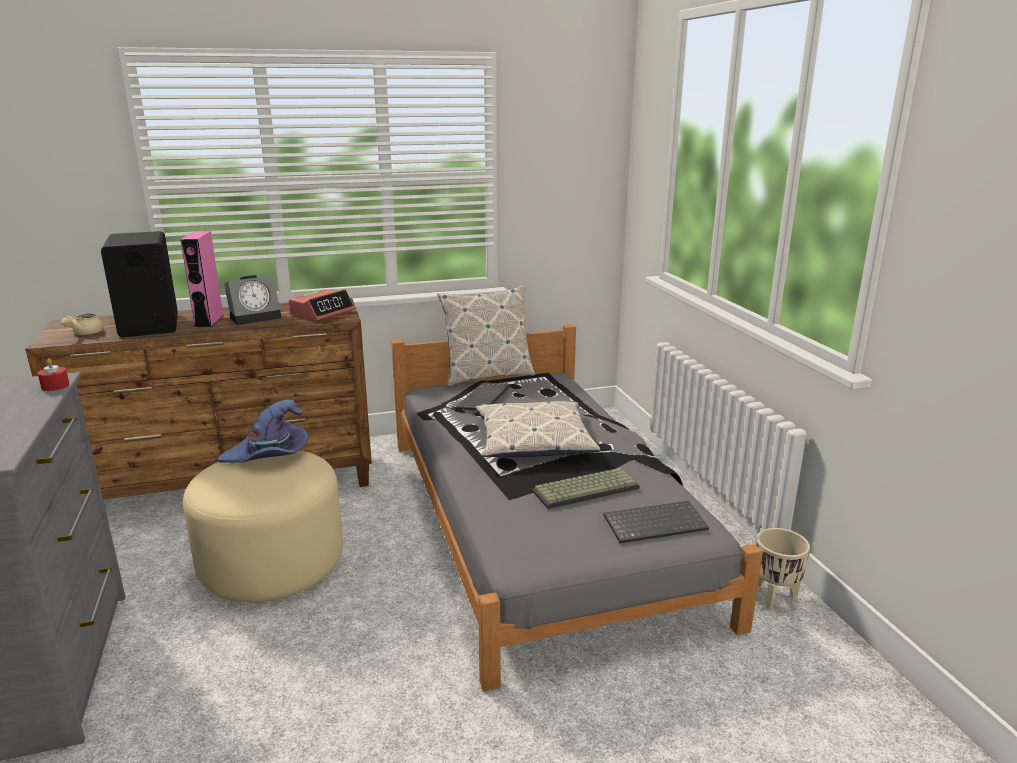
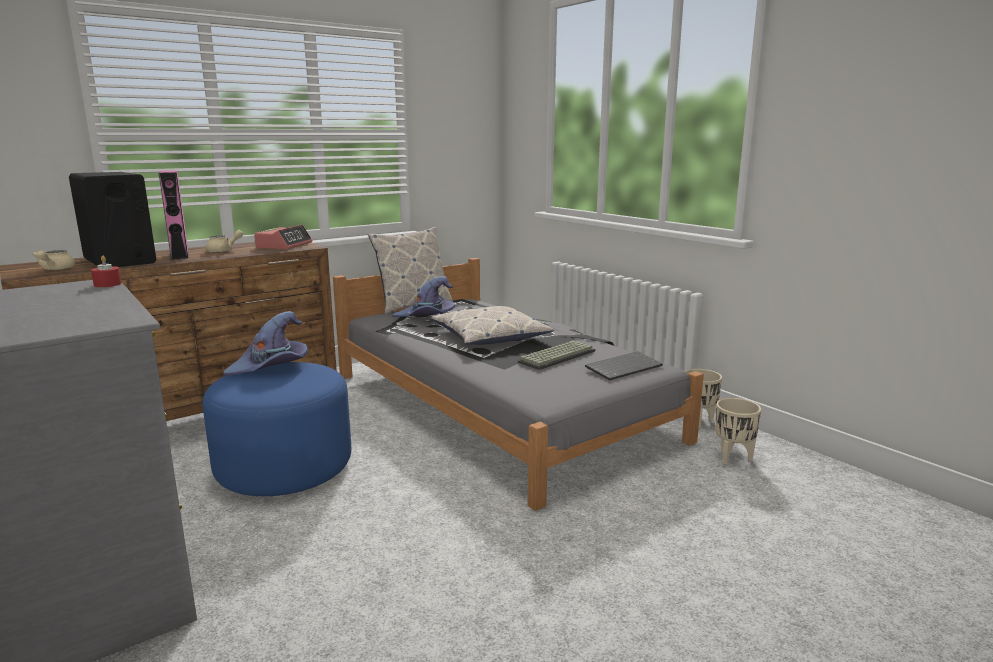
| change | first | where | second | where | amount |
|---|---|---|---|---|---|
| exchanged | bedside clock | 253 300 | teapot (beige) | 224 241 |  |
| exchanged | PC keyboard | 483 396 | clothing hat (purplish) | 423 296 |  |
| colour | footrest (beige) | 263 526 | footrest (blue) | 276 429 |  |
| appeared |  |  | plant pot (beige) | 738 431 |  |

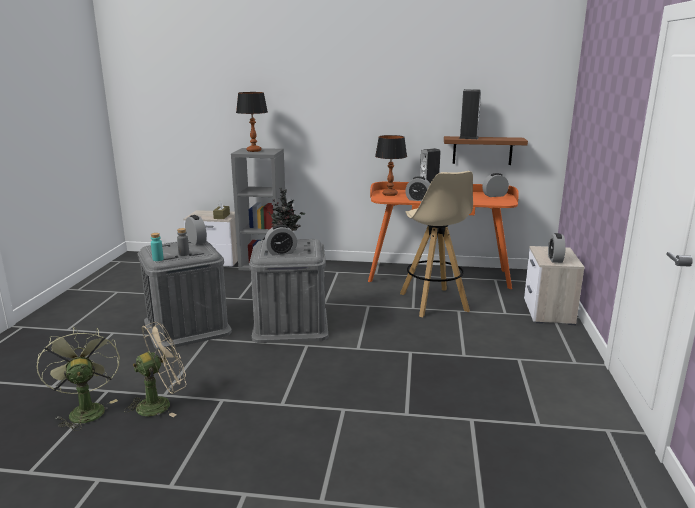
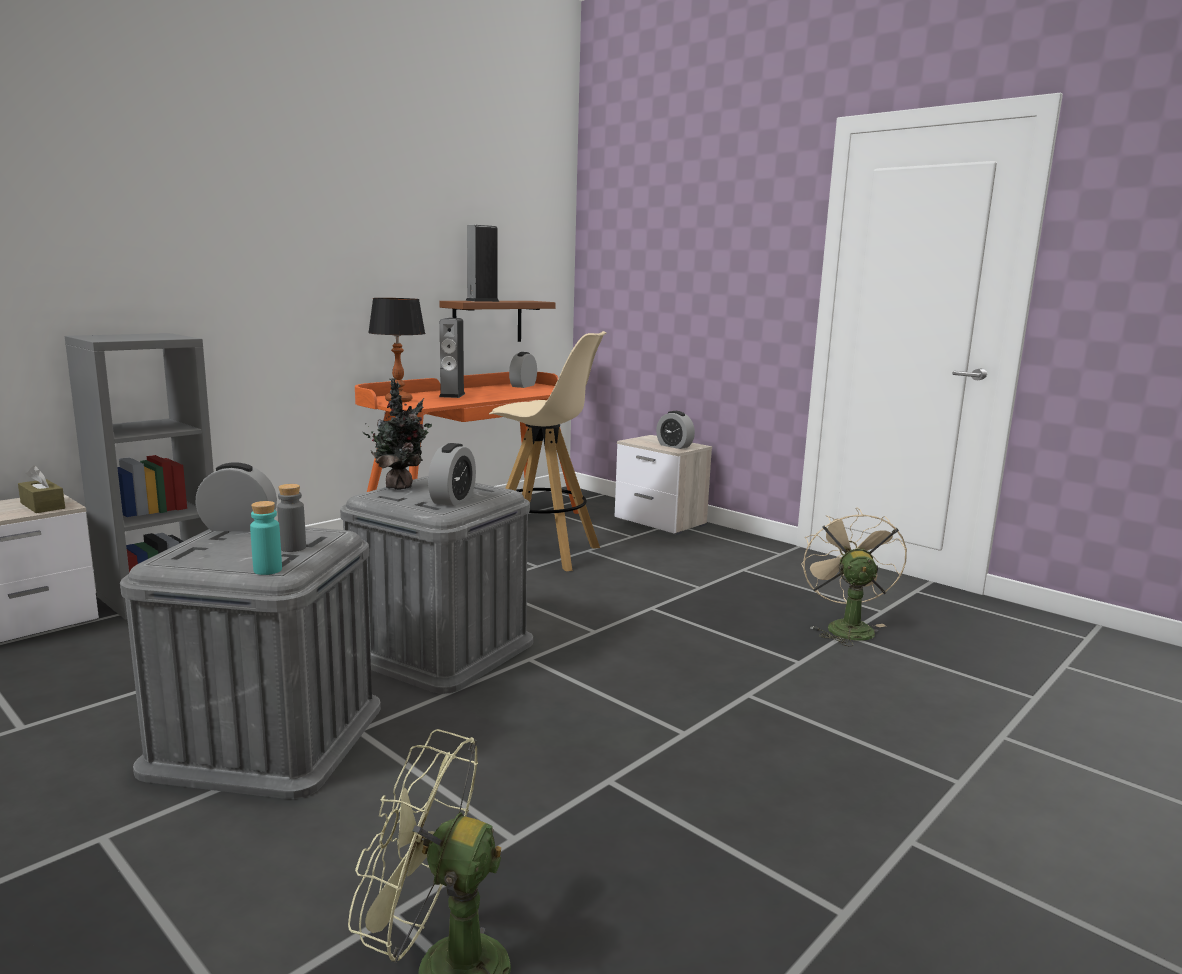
| change | first | where | second | where | amount |
|---|---|---|---|---|---|
| missing | table lamp | 252 122 |  |  |  |
| missing | bedside clock | 417 188 |  |  |  |
| relocated | fan (beige) | 155 369 |  | 854 577 |  |

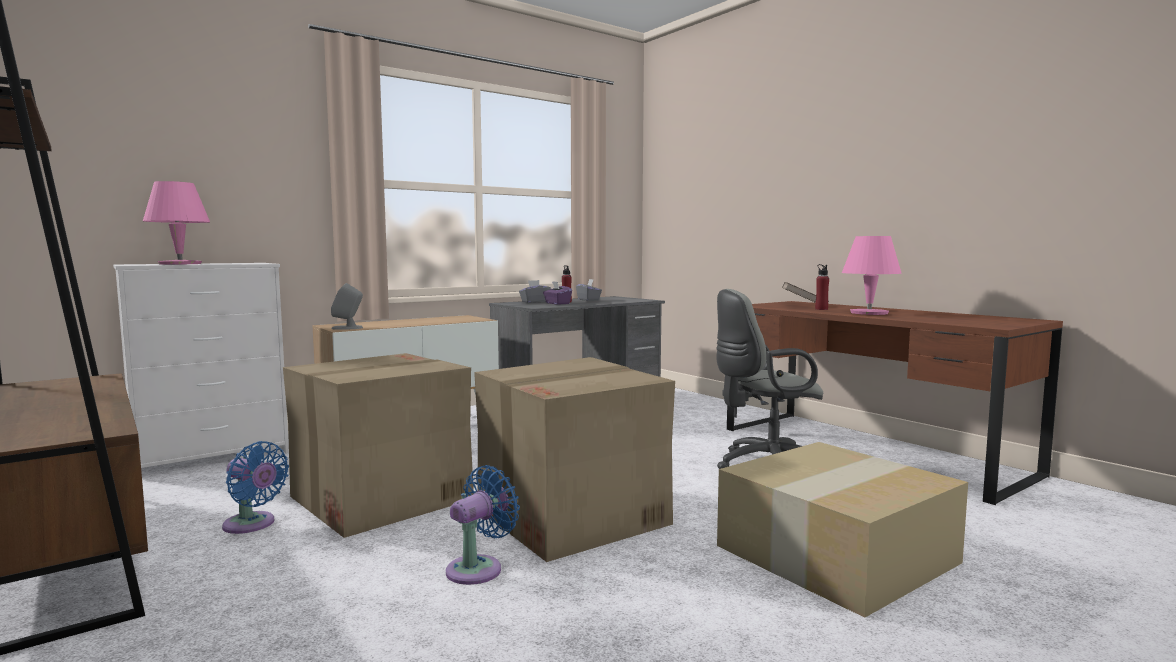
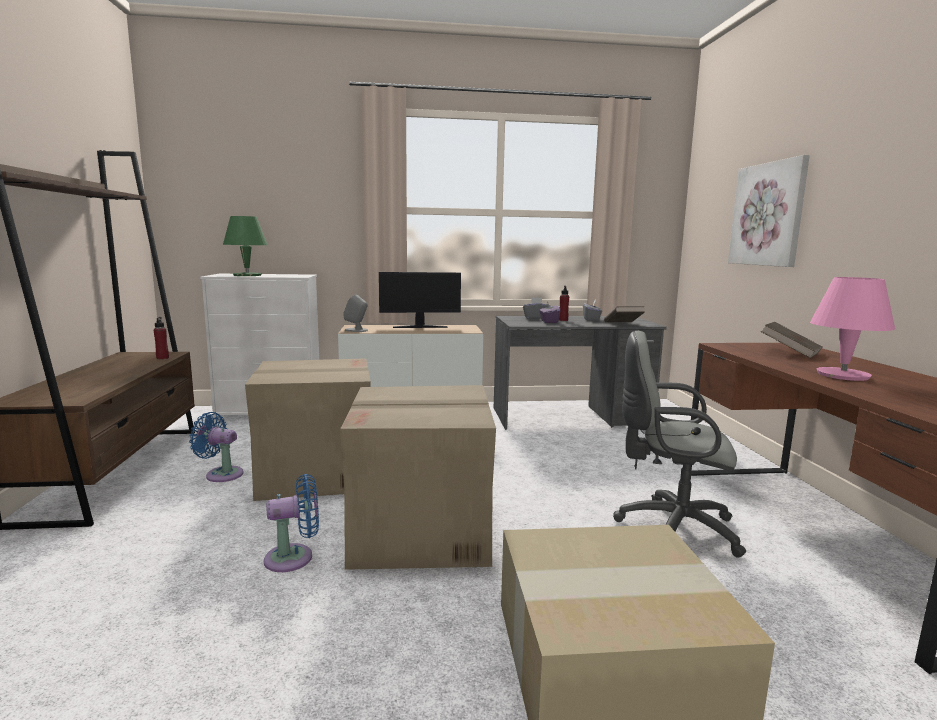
| change | first | where | second | where | amount |
|---|---|---|---|---|---|
| colour | table lamp (pinkish) | 176 223 | table lamp (green-coloured) | 245 246 |  |
| relocated | beverage bottle (red) | 822 287 |  | 161 338 |  |
| spun | fan (blue) | 255 487 |  | 216 447 | 135 degrees clockwise |
| appeared |  |  | wall art | 769 211 |  |
| appeared |  |  | computer display | 420 300 |  |
| appeared |  |  | book (brown) | 624 314 |  |

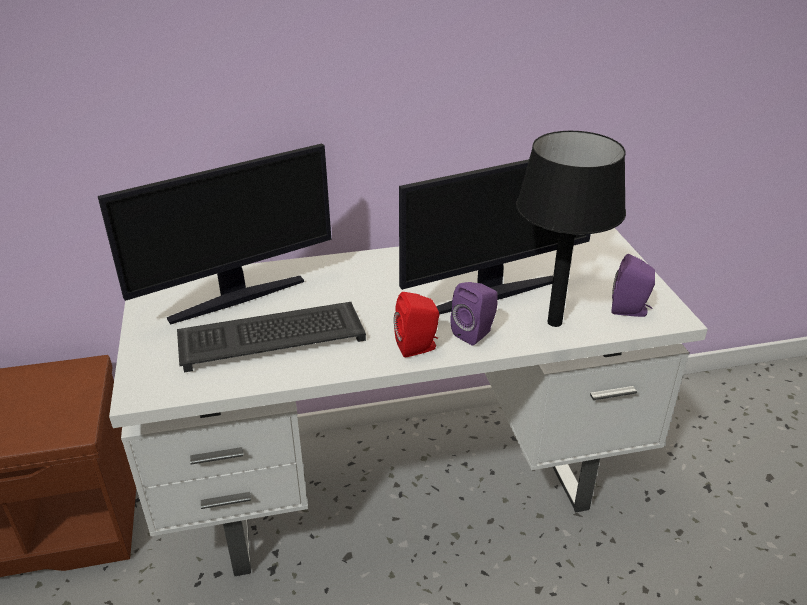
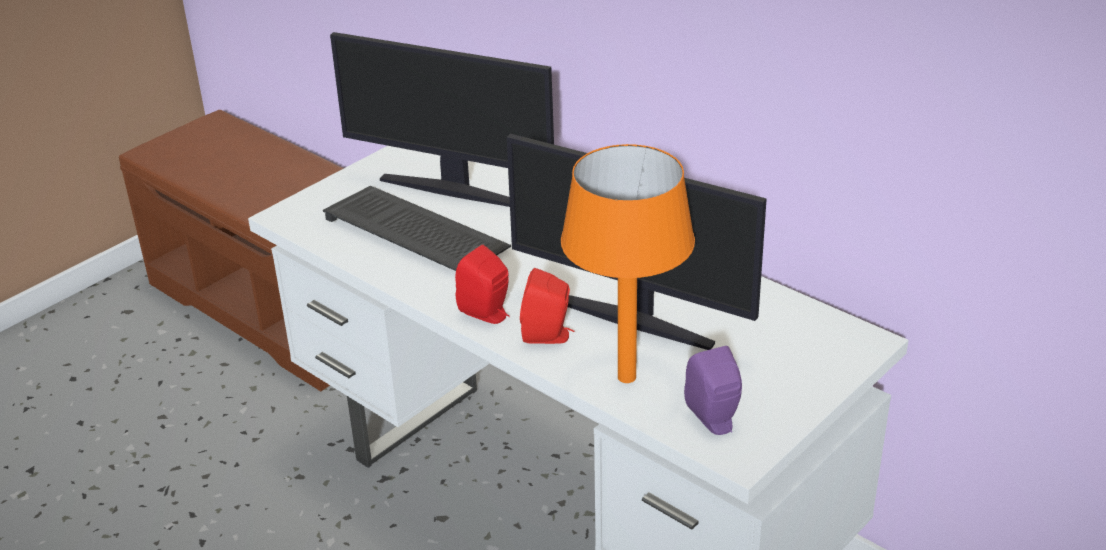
| change | first | where | second | where | amount |
|---|---|---|---|---|---|
| colour | table lamp (black-coloured) | 571 229 | table lamp (orange-coloured) | 628 263 |  |
| colour | speaker (purplish) | 474 314 | speaker (red) | 547 306 |  |

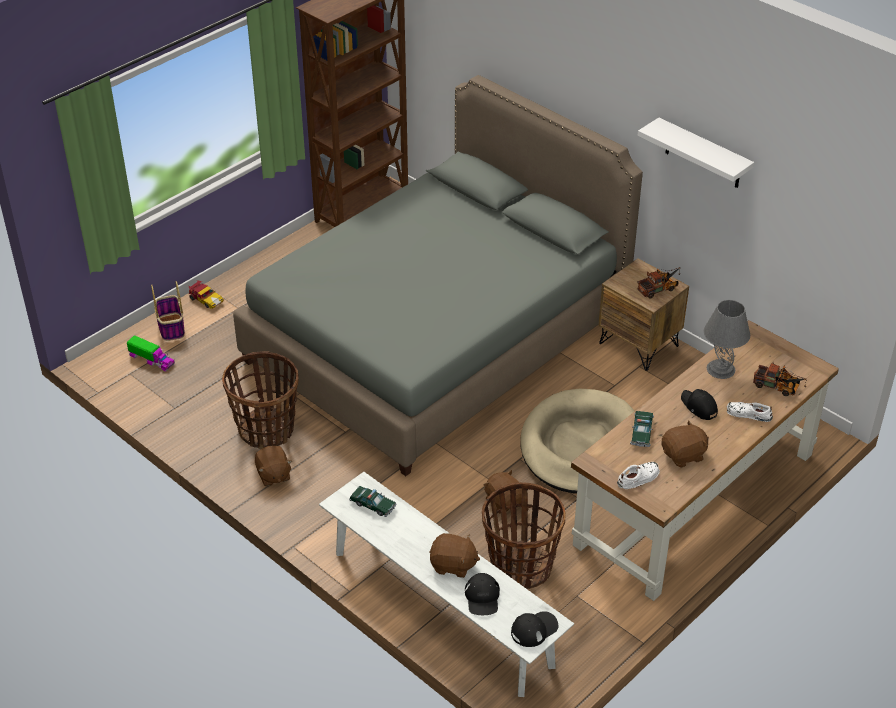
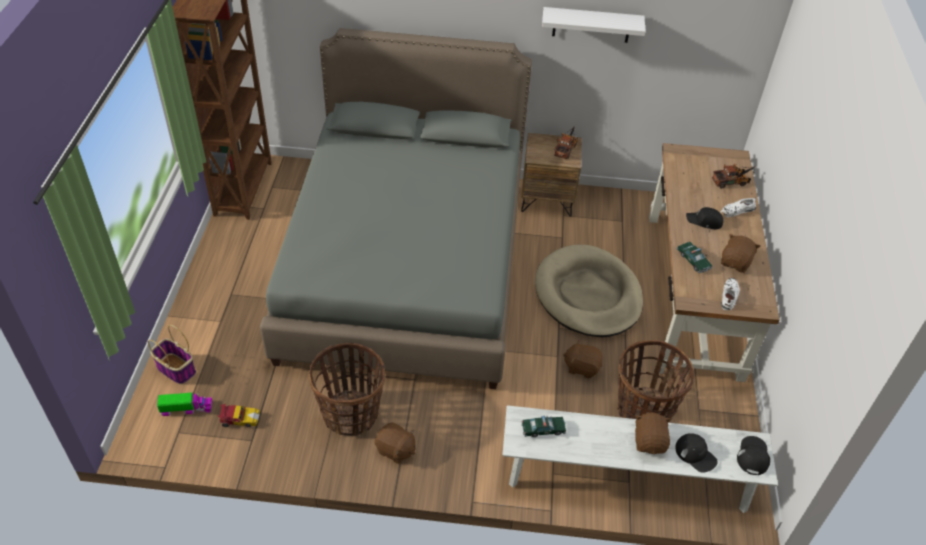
| change | first | where | second | where | amount |
|---|---|---|---|---|---|
| relocated | miniature car | 206 294 |  | 238 415 |  |
| missing | table lamp (greyish) | 727 339 |  |  |  |
| spun | plush toy (brown) | 455 555 |  | 653 433 | 60 degrees counterclockwise |

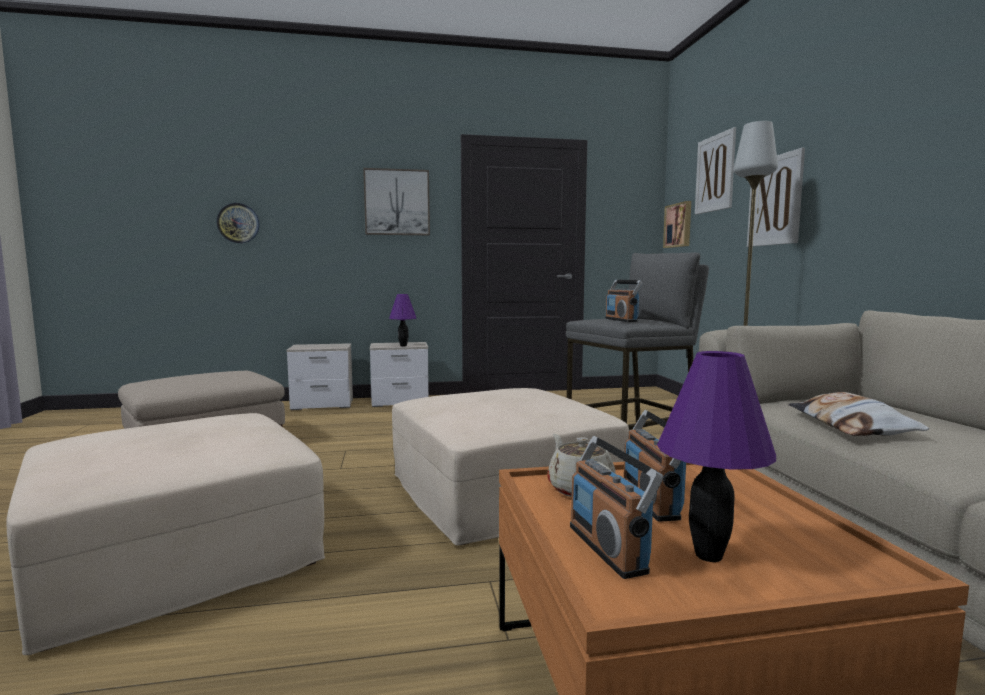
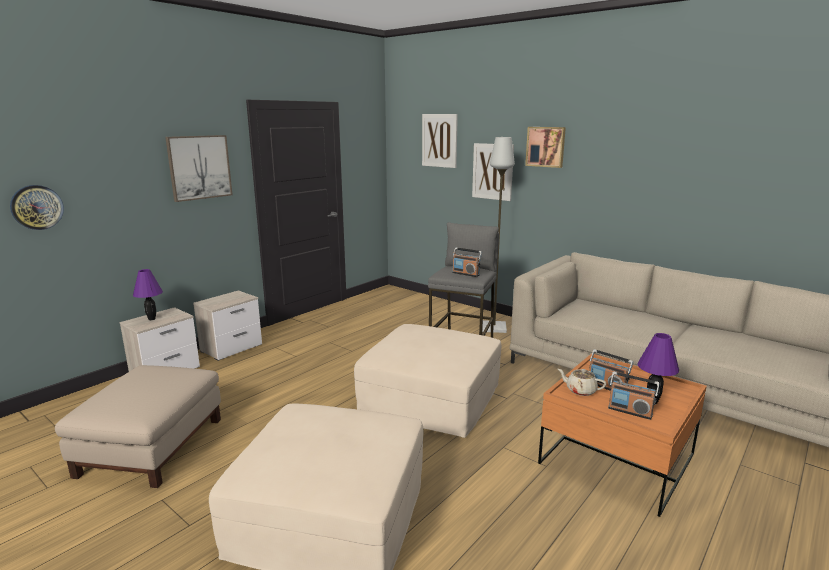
| change | first | where | second | where | amount |
|---|---|---|---|---|---|
| relocated | wall art | 677 224 |  | 545 147 |  |
| relocated | table lamp (purplish) | 402 320 |  | 148 294 |  |
| missing | throw pillow | 859 414 |  |  |  |

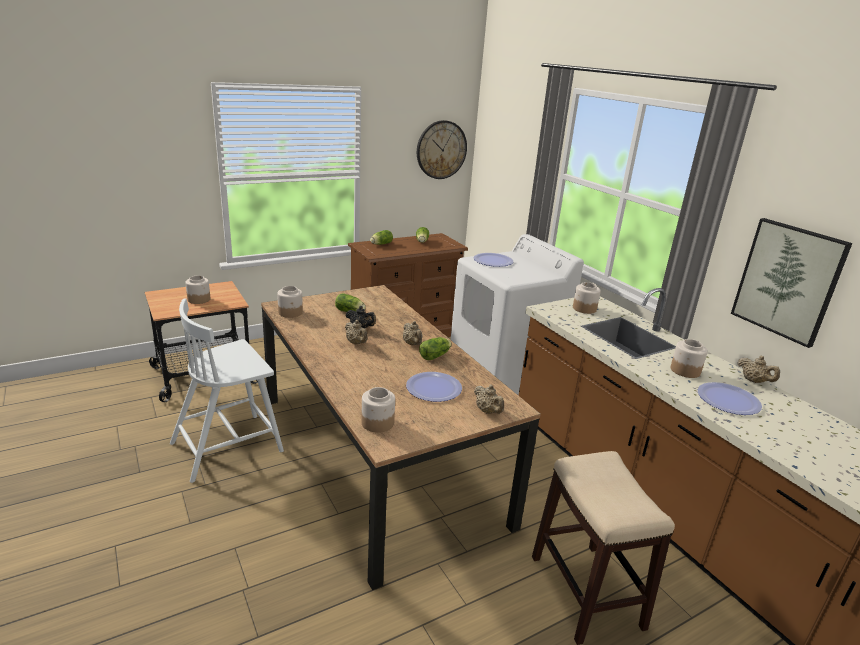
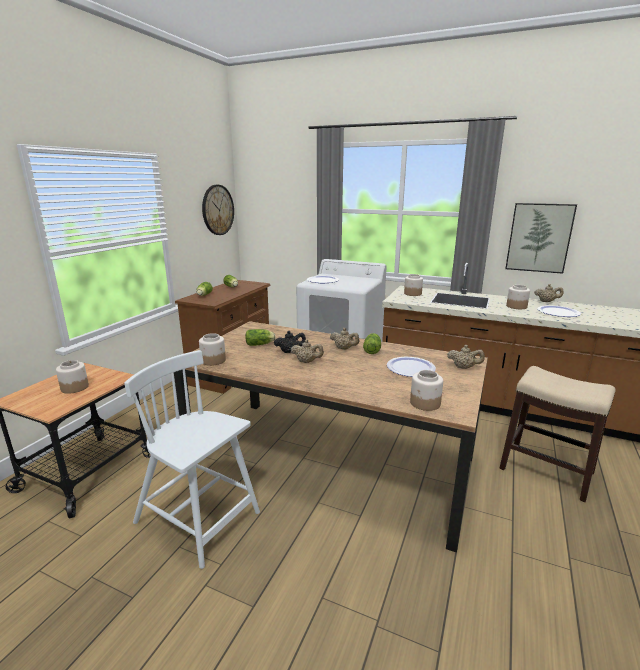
| change | first | where | second | where | amount |
|---|---|---|---|---|---|
| spun | chair (whitish) | 227 390 |  | 192 459 | 105 degrees clockwise |

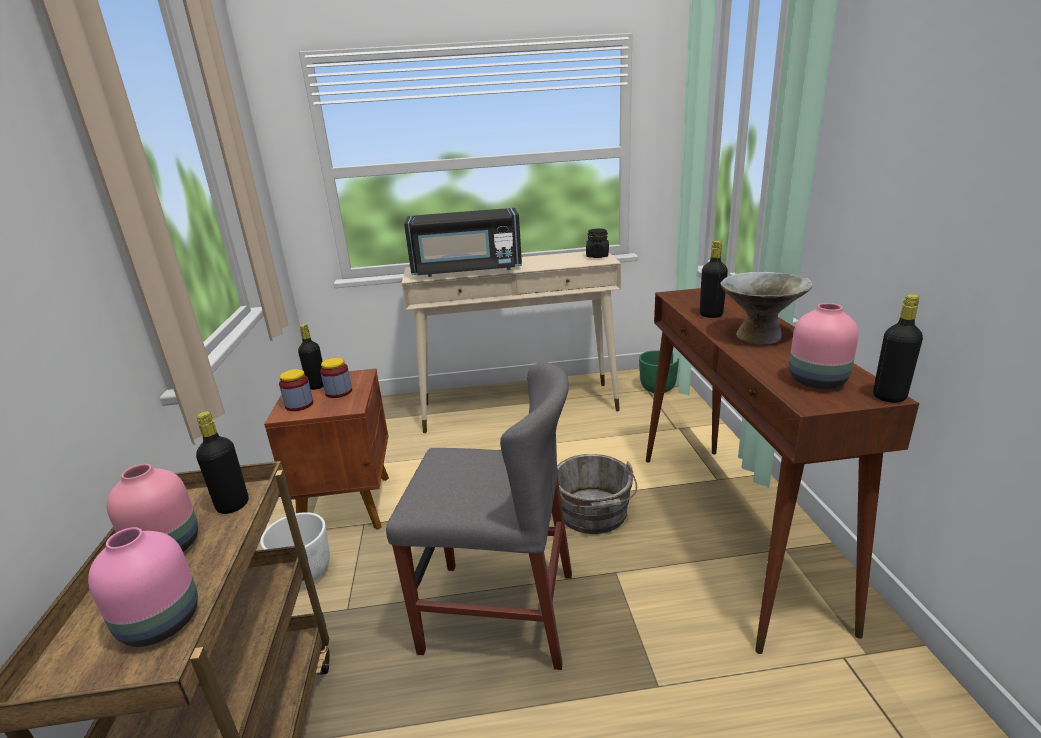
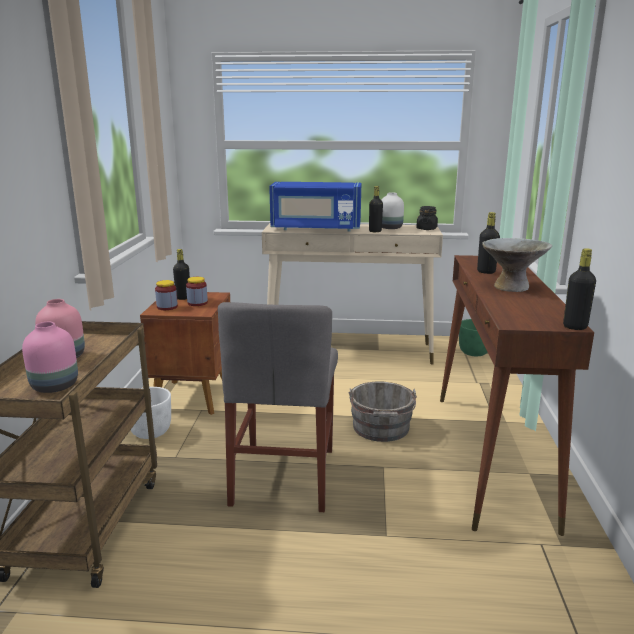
| change | first | where | second | where | amount |
|---|---|---|---|---|---|
| colour | microwave (black-coloured) | 463 242 | microwave (blue) | 315 207 |  |
| missing | flower vase (pinkish) | 824 346 |  |  |  |
| spun | chair (greyish) | 479 516 |  | 278 407 | 75 degrees clockwise |
| relocated | beverage bottle (black-coloured) | 222 462 |  | 376 209 |  |
| appeared |  |  | flower vase (whitish) | 392 210 |  |

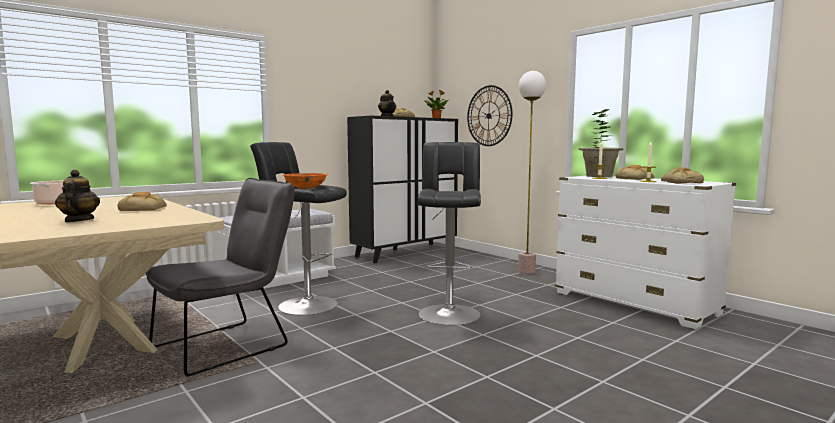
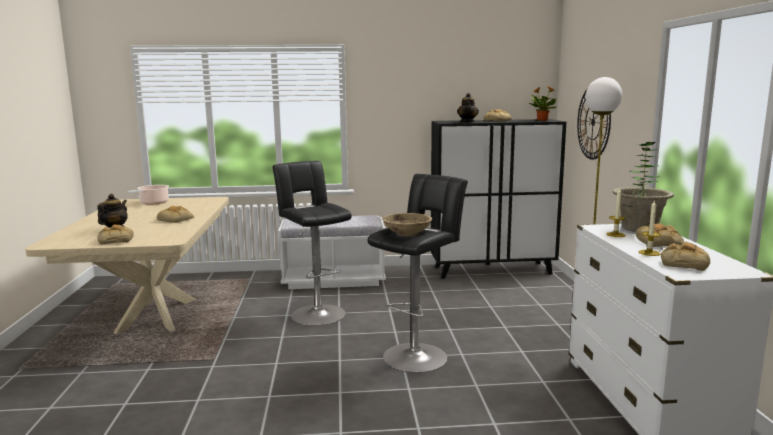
| change | first | where | second | where | amount |
|---|---|---|---|---|---|
| missing | serving bowl (orange-coloured) | 305 181 |  |  |  |
| missing | chair (greyish) | 220 277 |  |  |  |
| appeared |  |  | serving bowl (beige) | 407 224 |  |
| appeared |  |  | bread | 115 234 |  |

